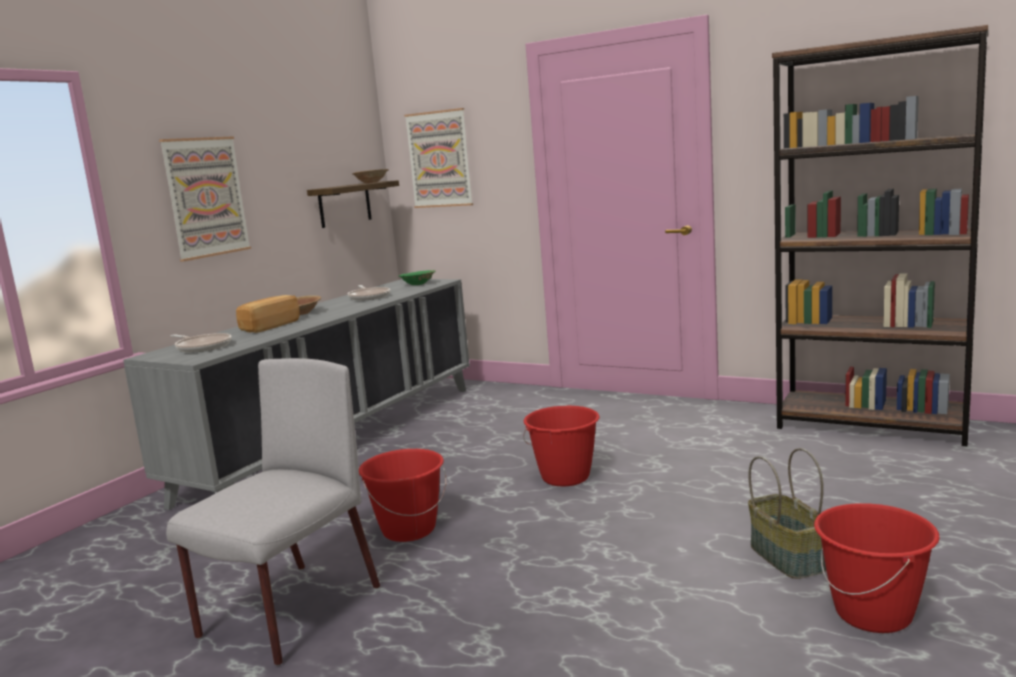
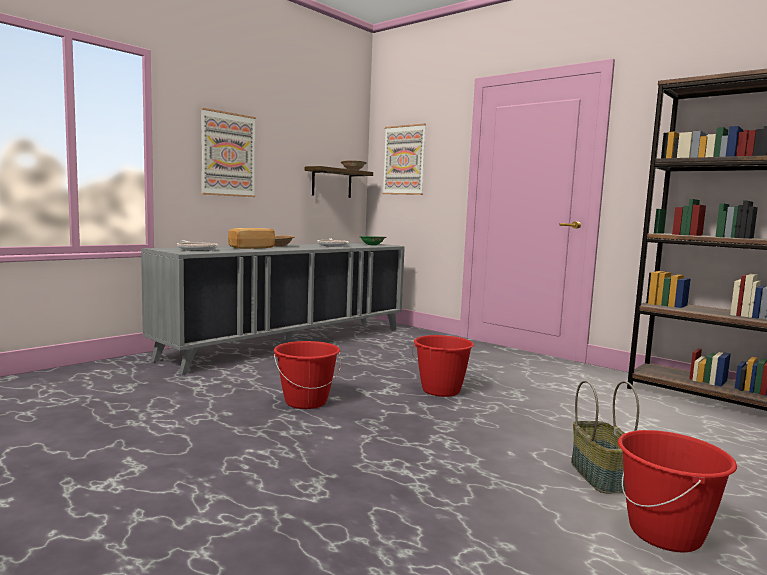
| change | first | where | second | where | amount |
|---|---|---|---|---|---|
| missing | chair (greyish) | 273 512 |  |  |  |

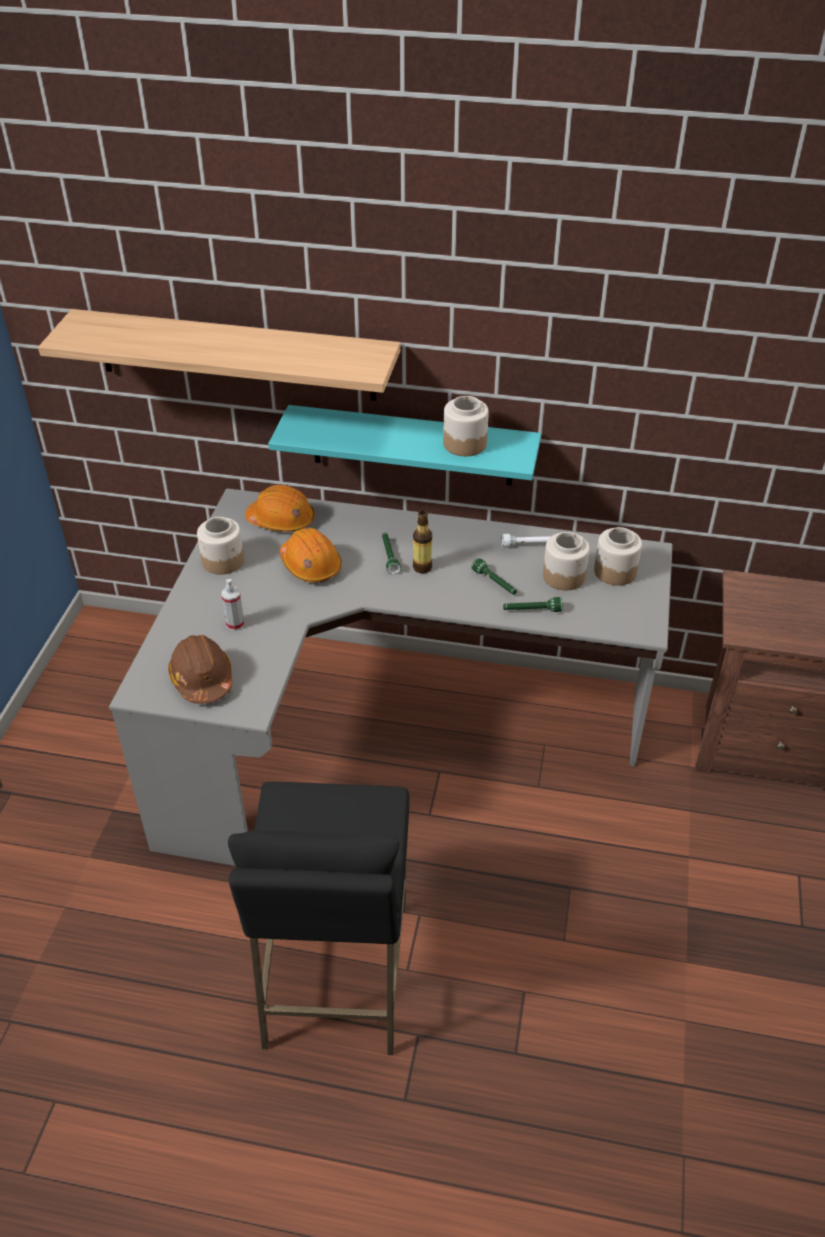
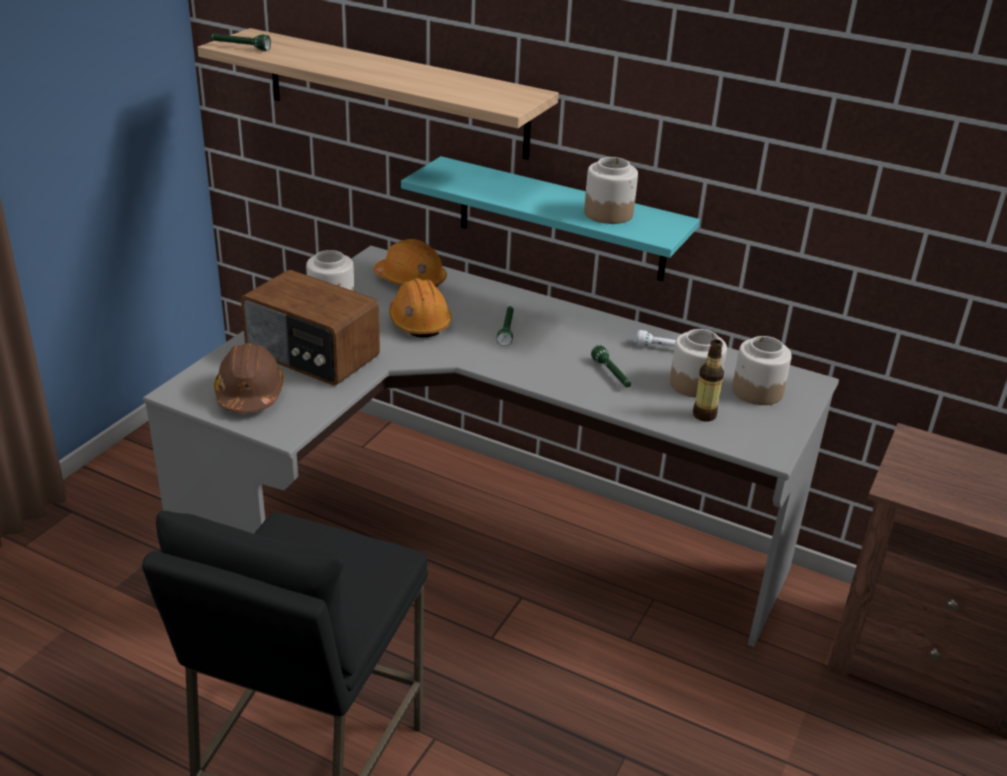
| change | first | where | second | where | amount |
|---|---|---|---|---|---|
| relocated | beverage bottle | 422 542 |  | 708 380 |  |
| exchanged | hand sprayer | 232 605 | radio receiver | 310 327 |  |
| relocated | flashlight (green-coloured) | 533 604 |  | 240 42 |  |

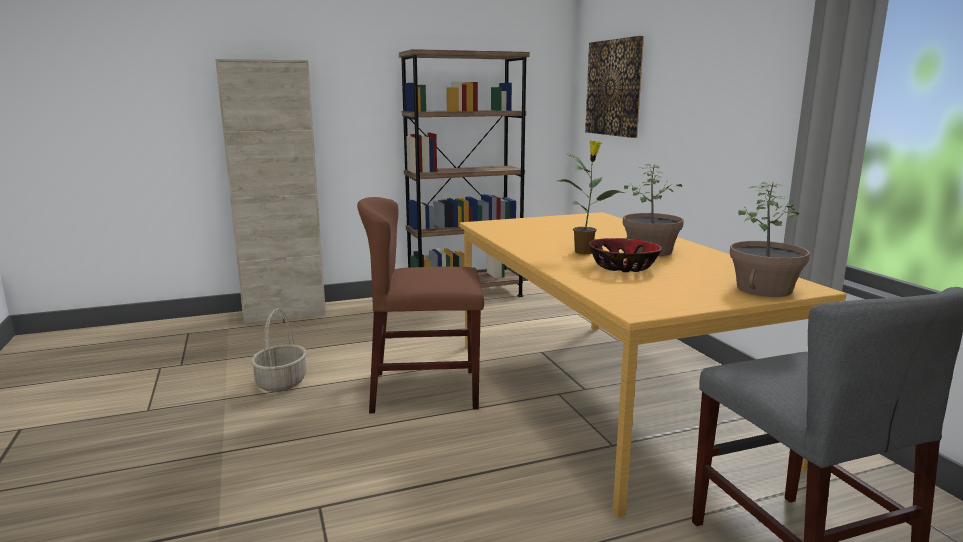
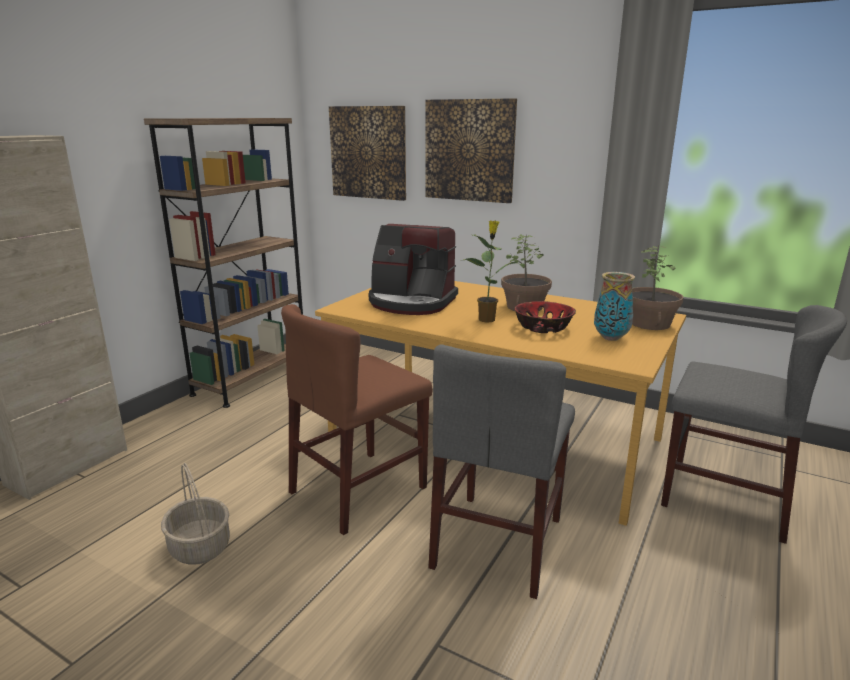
| change | first | where | second | where | amount |
|---|---|---|---|---|---|
| appeared |  |  | wall art | 471 150 |  |
| appeared |  |  | coffee brewer | 413 269 |  |
| appeared |  |  | flower vase | 614 306 |  |
| appeared |  |  | chair (greyish) | 501 471 |  |

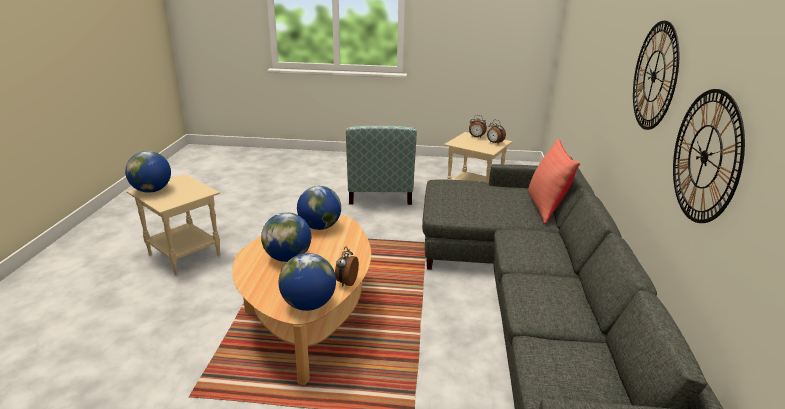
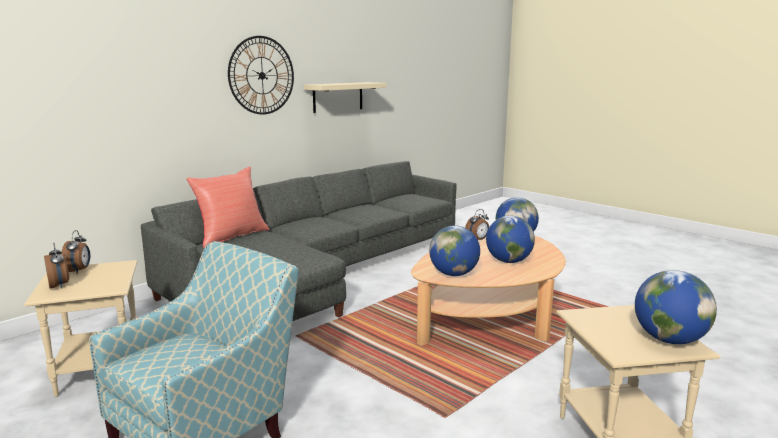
| change | first | where | second | where | amount |
|---|---|---|---|---|---|
| exchanged | hanging clock | 709 156 | bracket shelf (beige) | 345 97 |  |

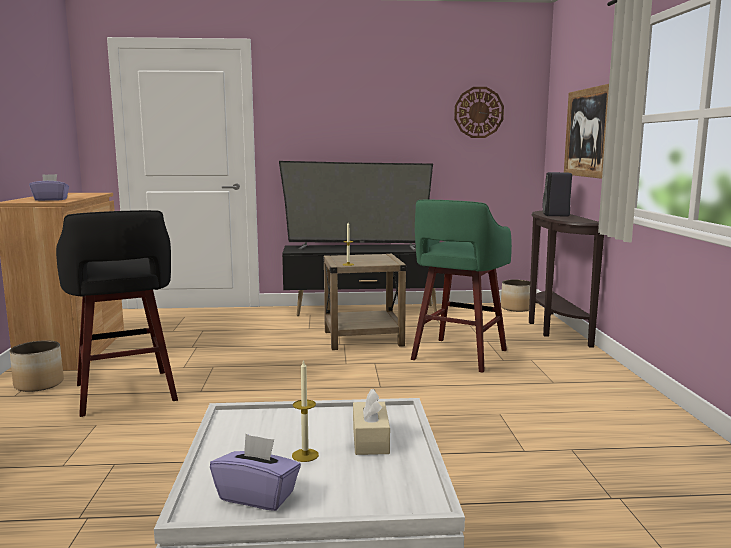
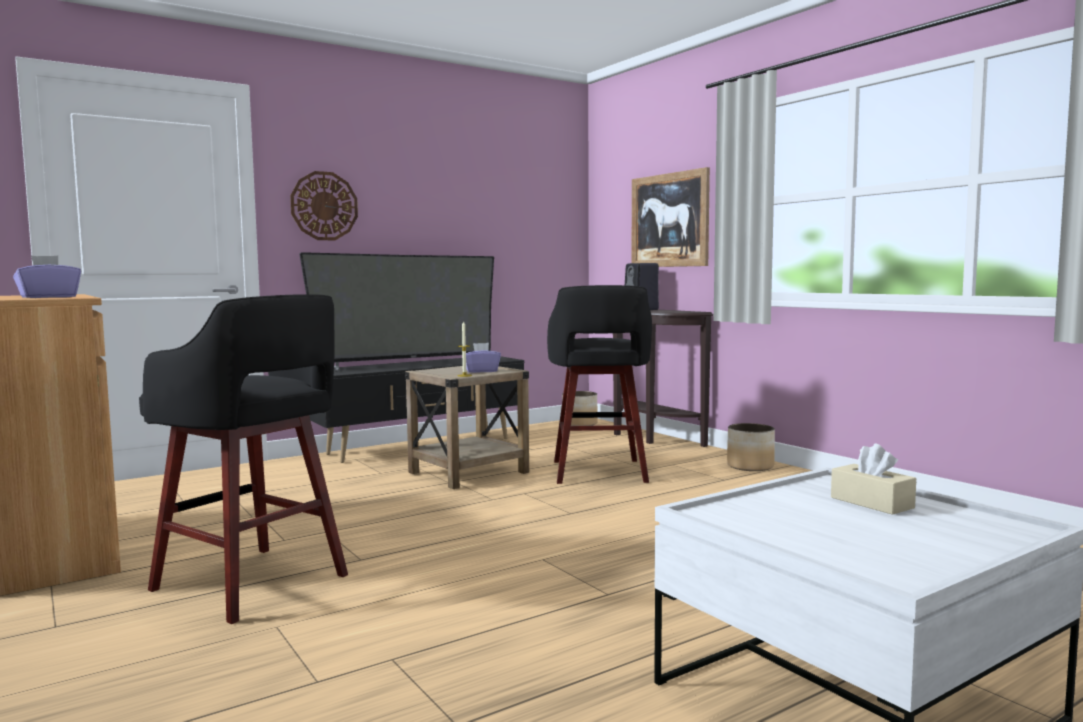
| change | first | where | second | where | amount |
|---|---|---|---|---|---|
| relocated | hanging clock | 479 112 |  | 324 205 |  |
| colour | stool (green-coloured) | 461 286 | stool (black-coloured) | 599 384 |  |
| relocated | plant pot | 37 366 |  | 751 447 |  |
| missing | wax candle | 305 410 |  |  |  |
| relocated | tissue holder (purplish) | 255 472 |  | 483 358 |  |

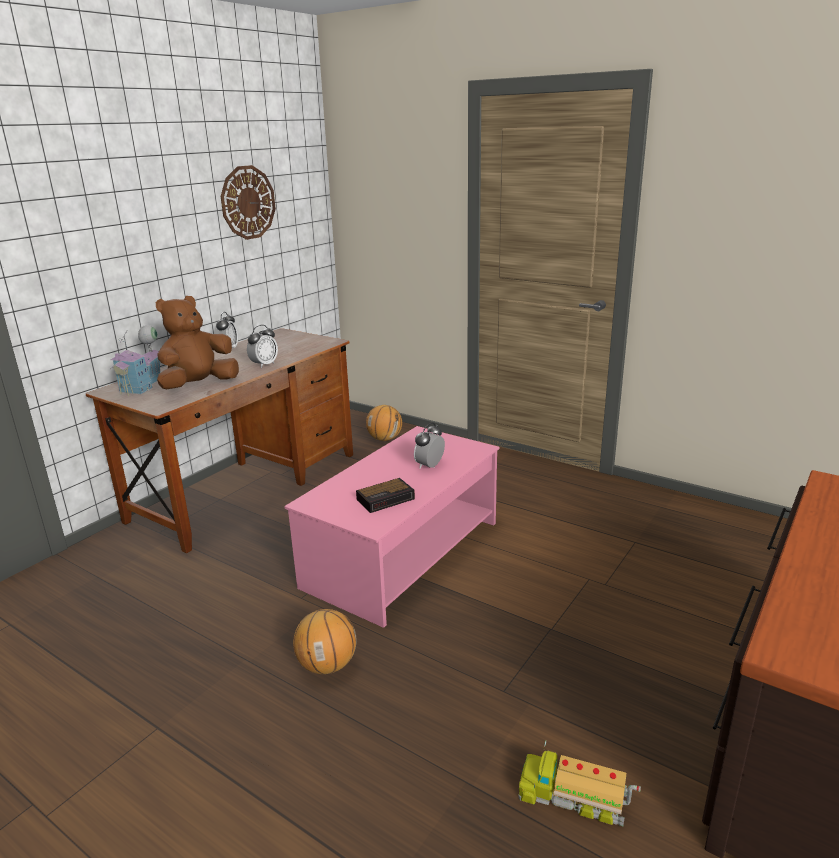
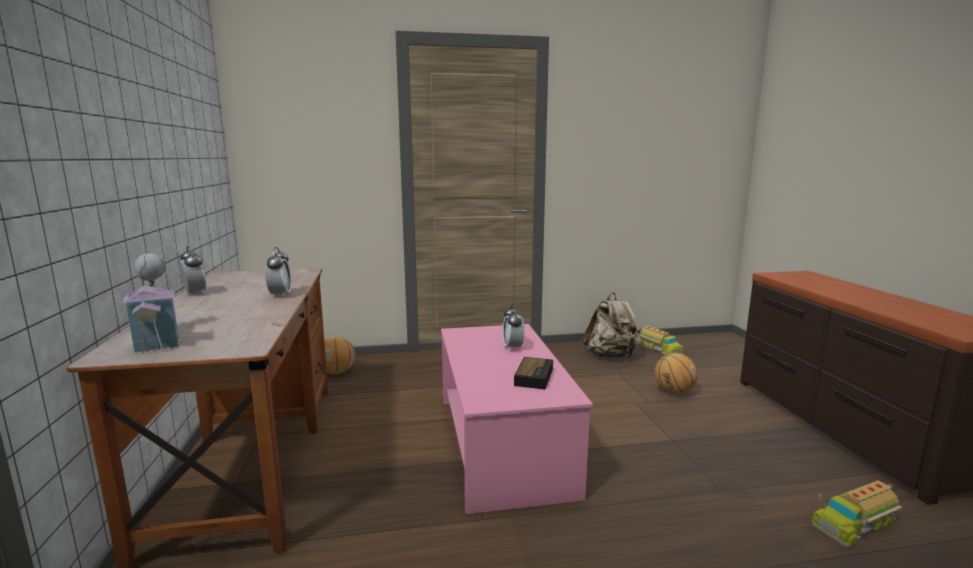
| change | first | where | second | where | amount |
|---|---|---|---|---|---|
| missing | hanging clock | 248 202 |  |  |  |
| missing | plush toy (brown) | 197 342 |  |  |  |
| relocated | basketball | 324 641 |  | 676 373 |  |
| appeared |  |  | backpack (beige) | 612 325 |  |
| appeared |  |  | toy truck | 662 340 |  |

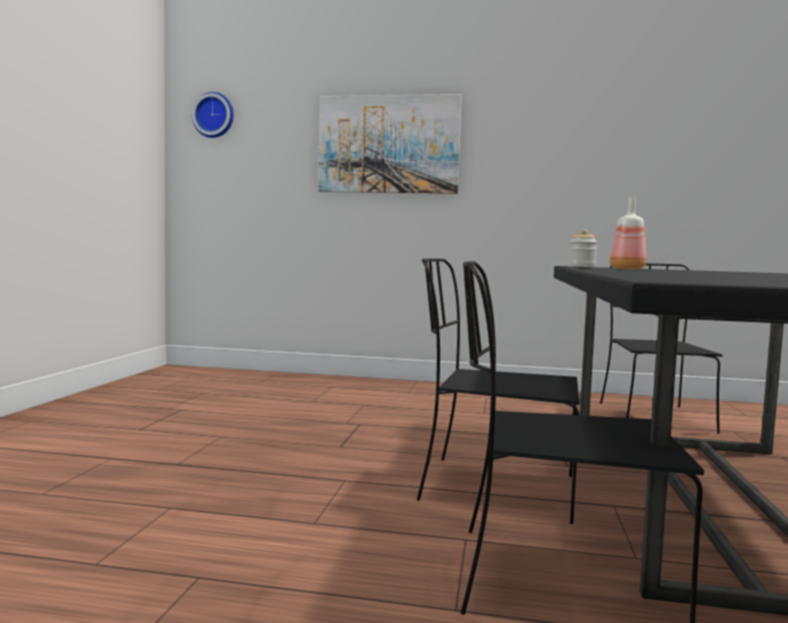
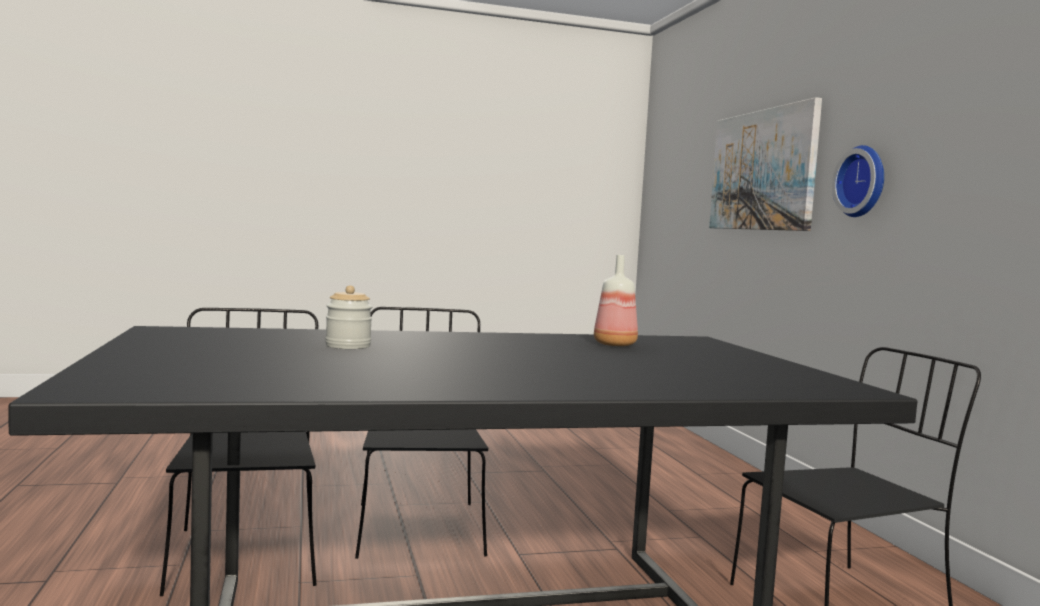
| change | first | where | second | where | amount |
|---|---|---|---|---|---|
| relocated | hanging clock | 213 115 |  | 858 181 |  |
| relocated | jar | 583 248 |  | 348 317 |  |

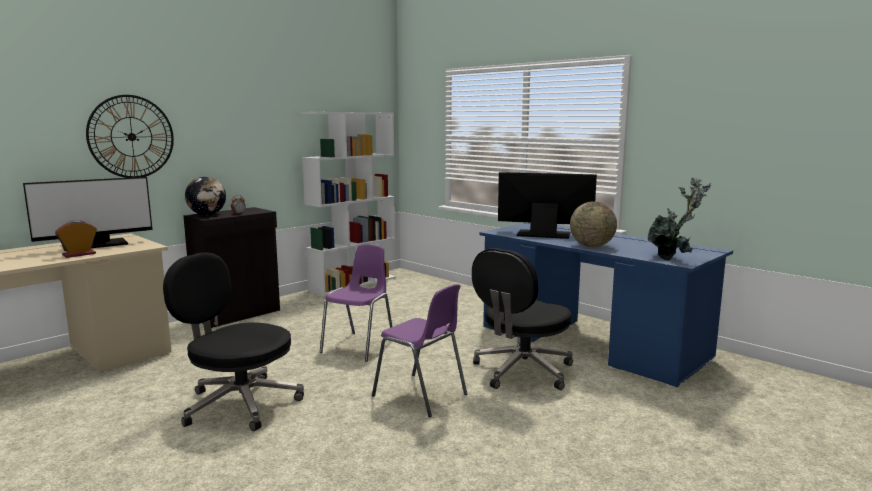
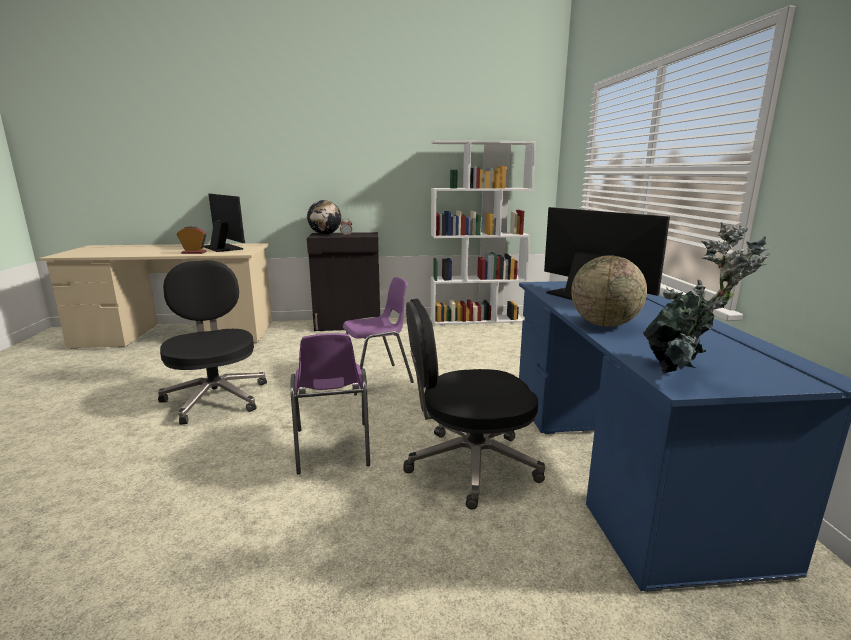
| change | first | where | second | where | amount |
|---|---|---|---|---|---|
| missing | hanging clock | 130 136 |  |  |  |
| spun | computer display | 88 214 |  | 224 223 | 135 degrees counterclockwise |

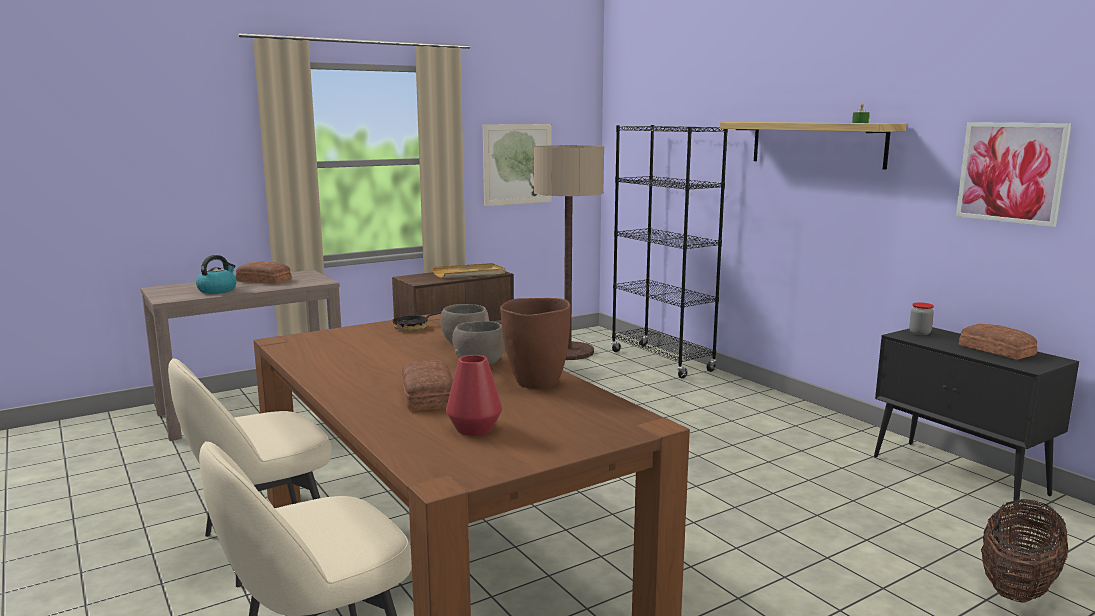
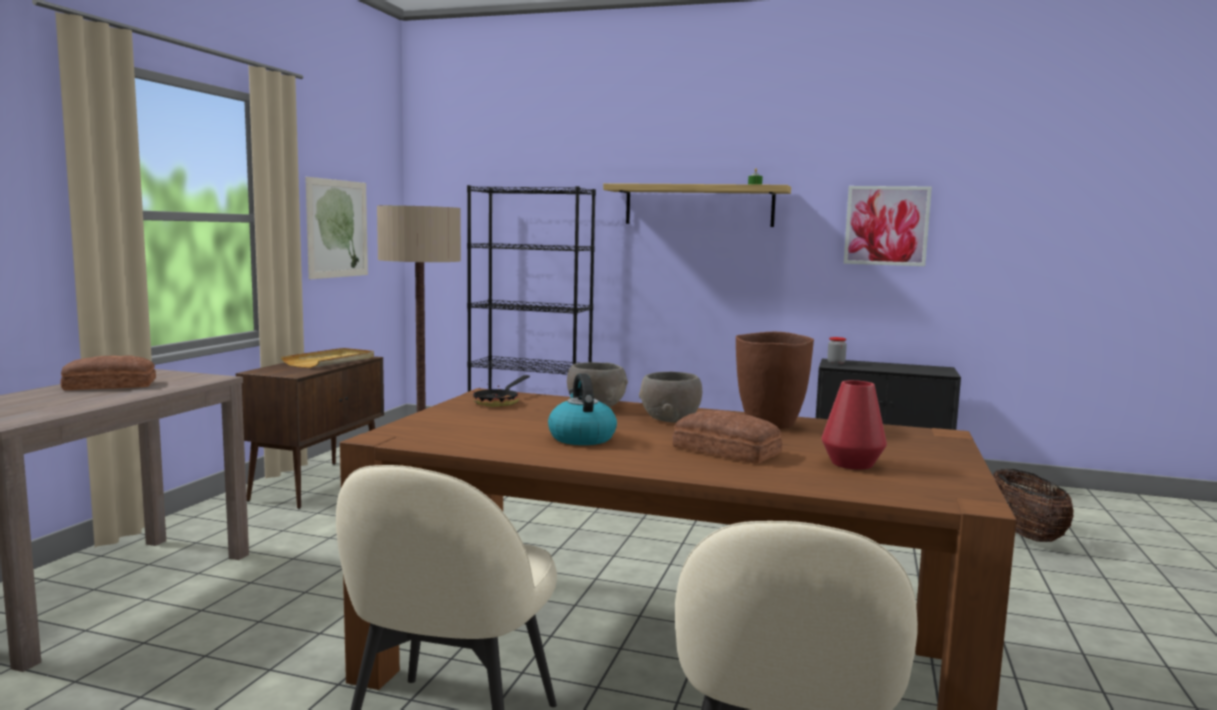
| change | first | where | second | where | amount |
|---|---|---|---|---|---|
| relocated | water kettle | 216 274 |  | 582 409 |  |
| missing | bread | 998 342 |  |  |  |

